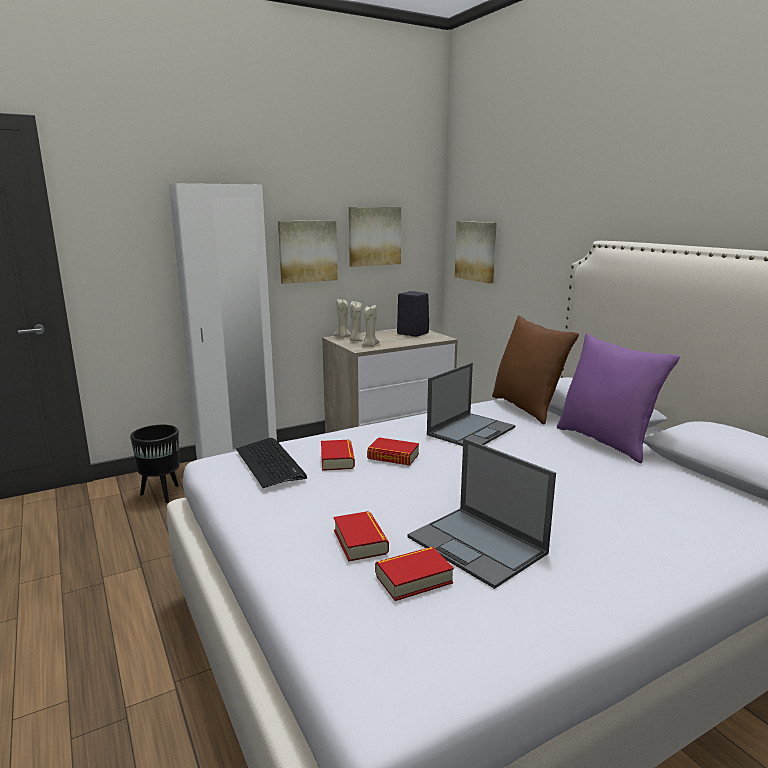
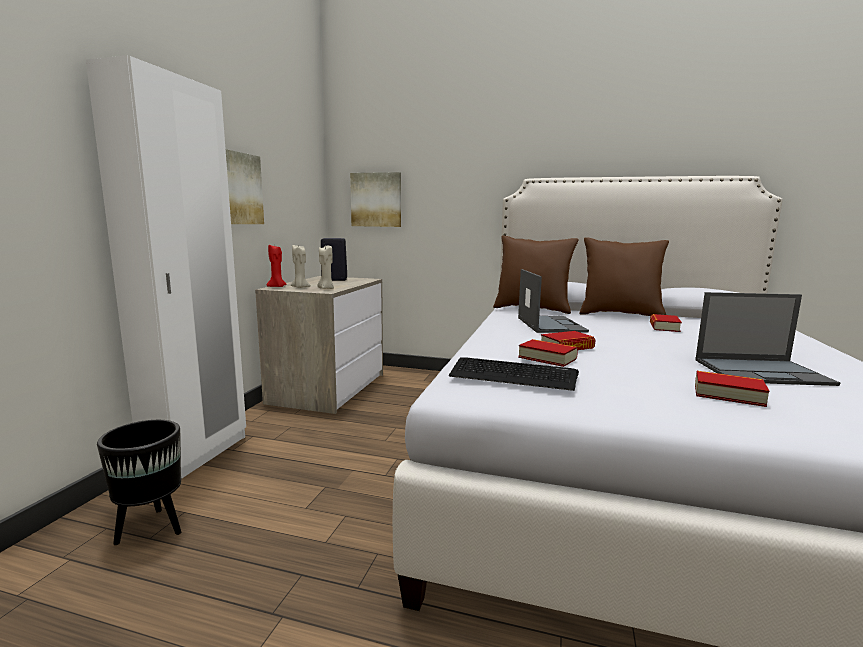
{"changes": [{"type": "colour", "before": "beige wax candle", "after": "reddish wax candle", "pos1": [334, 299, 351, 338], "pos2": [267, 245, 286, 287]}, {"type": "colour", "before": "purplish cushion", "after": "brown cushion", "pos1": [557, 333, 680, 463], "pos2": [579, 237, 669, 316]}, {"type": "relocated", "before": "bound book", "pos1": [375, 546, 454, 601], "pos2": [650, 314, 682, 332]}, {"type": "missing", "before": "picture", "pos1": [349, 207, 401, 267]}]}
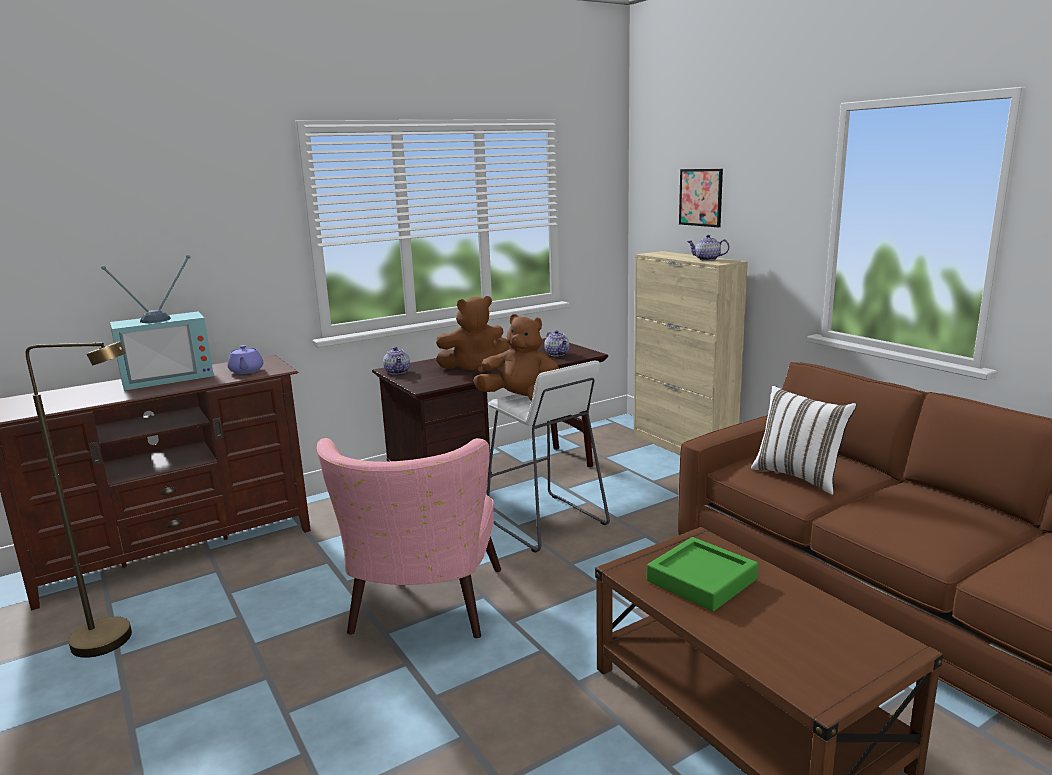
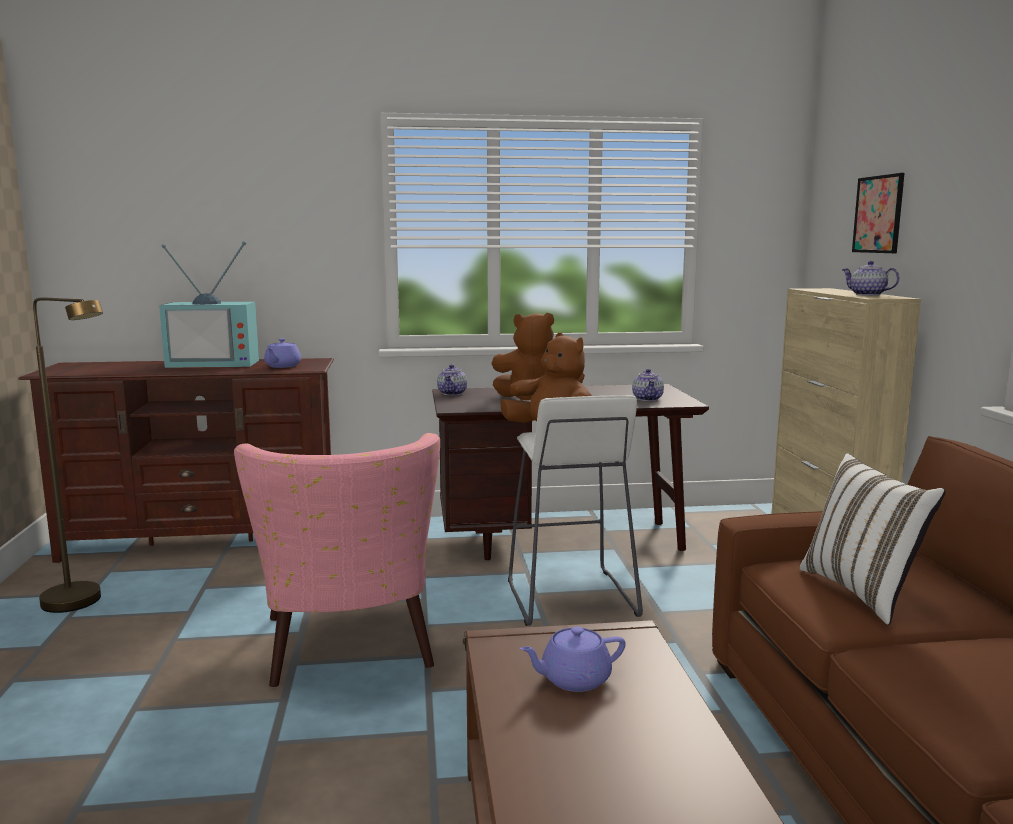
{"changes": [{"type": "spun", "before": "pinkish armchair", "pos1": [317, 438, 501, 638], "pos2": [234, 433, 440, 687], "turn": -45}, {"type": "exchanged", "before": "green carrying tray", "after": "purplish teapot", "pos1": [647, 537, 758, 611], "pos2": [520, 627, 626, 692]}]}
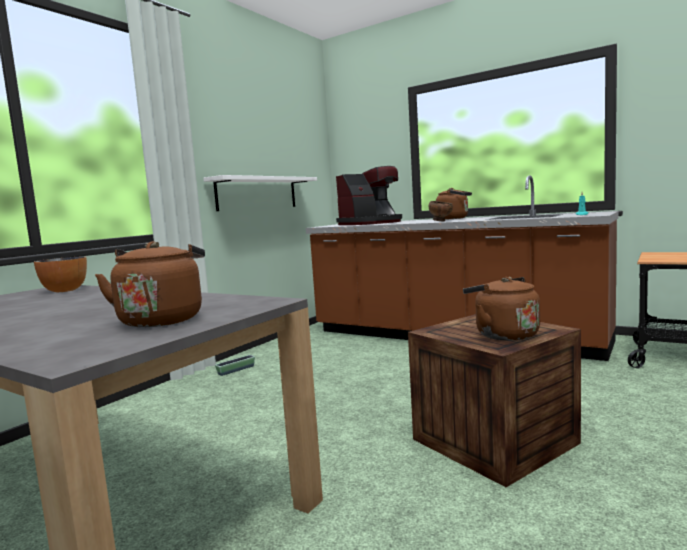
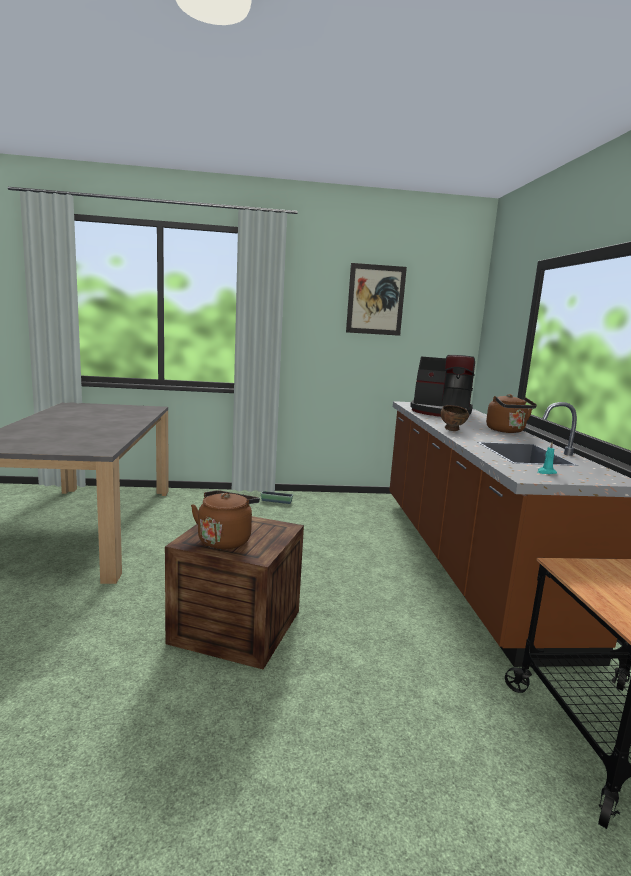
{"changes": [{"type": "appeared", "after": "picture", "pos2": [346, 263, 407, 336]}, {"type": "missing", "before": "bowl", "pos1": [34, 256, 87, 292]}, {"type": "missing", "before": "brown water kettle", "pos1": [95, 241, 205, 327]}, {"type": "missing", "before": "whitish shelf", "pos1": [203, 175, 317, 211]}]}
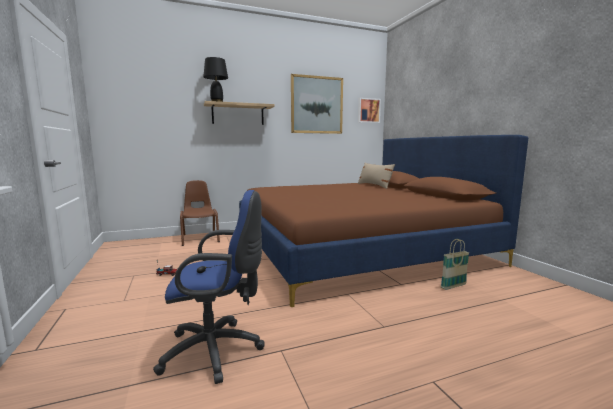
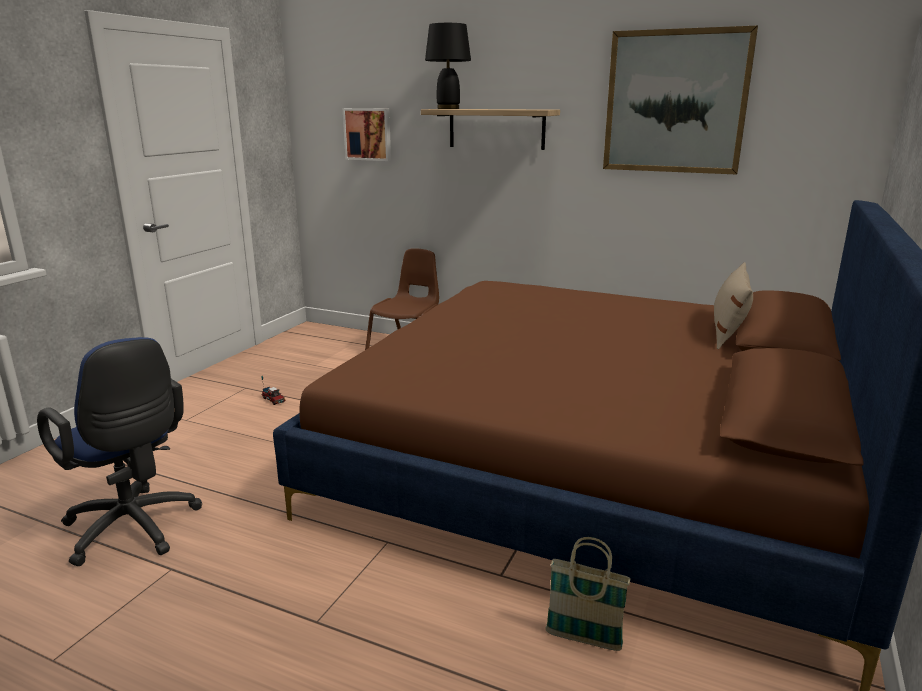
{"changes": [{"type": "relocated", "before": "picture", "pos1": [358, 98, 381, 123], "pos2": [343, 108, 391, 161]}]}
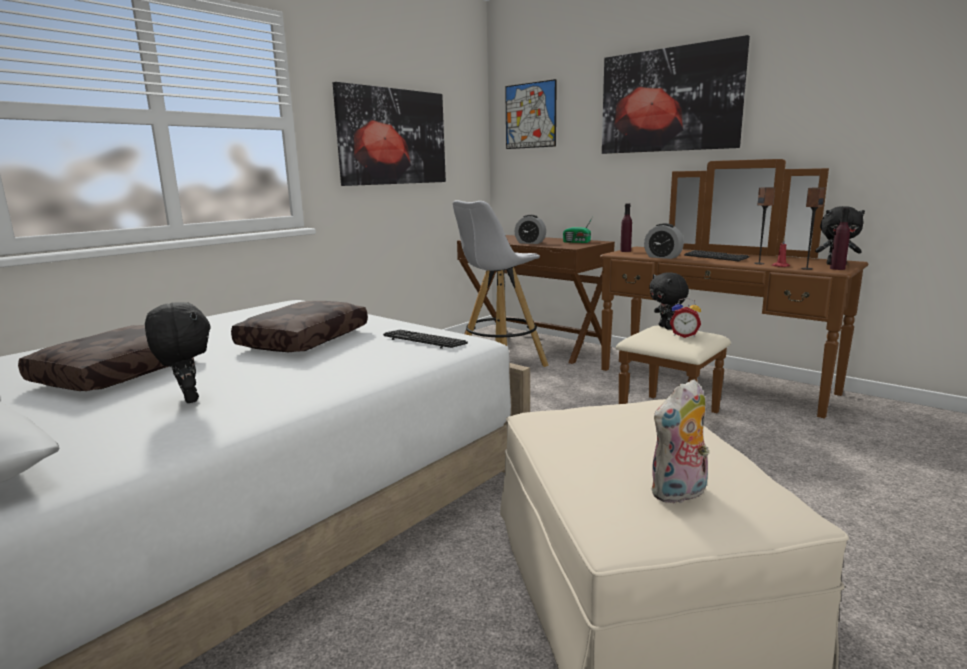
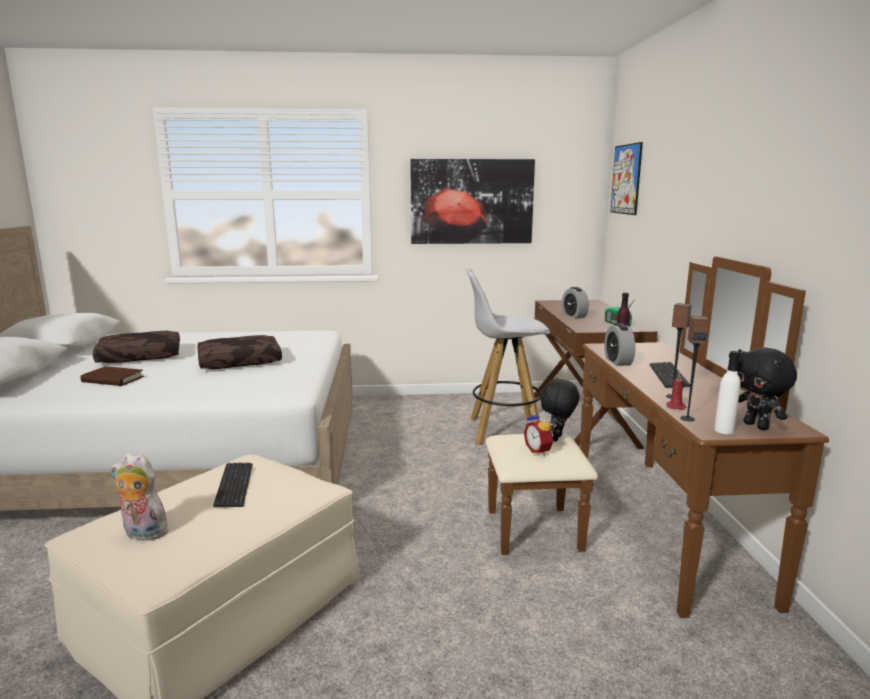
{"changes": [{"type": "exchanged", "before": "black soft toy", "after": "brown bound book", "pos1": [145, 302, 211, 403], "pos2": [81, 366, 144, 386]}, {"type": "relocated", "before": "computer keyboard", "pos1": [383, 330, 468, 349], "pos2": [213, 463, 253, 507]}, {"type": "colour", "before": "purplish bottle", "after": "whitish bottle", "pos1": [830, 208, 850, 270], "pos2": [714, 351, 741, 434]}, {"type": "missing", "before": "picture", "pos1": [602, 35, 750, 154]}]}
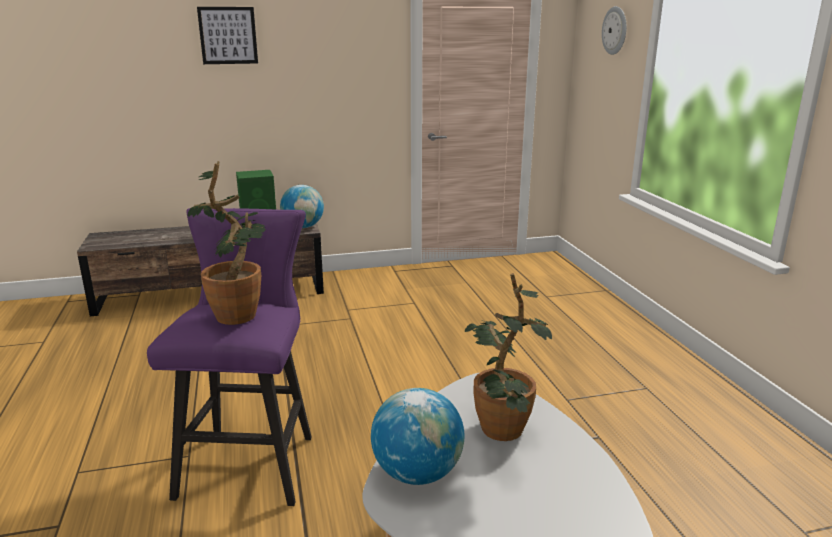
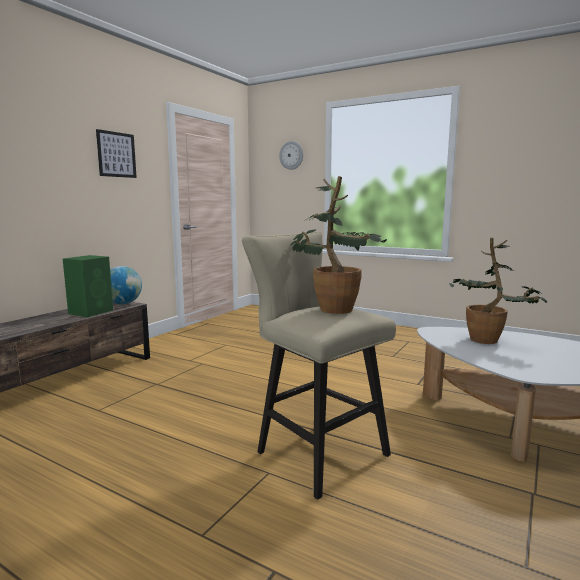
{"changes": [{"type": "relocated", "before": "picture", "pos1": [197, 7, 258, 64], "pos2": [96, 129, 137, 178]}, {"type": "colour", "before": "purplish sitting stool", "after": "beige sitting stool", "pos1": [147, 208, 311, 506], "pos2": [242, 232, 396, 500]}, {"type": "missing", "before": "desk globe", "pos1": [371, 388, 464, 485]}]}
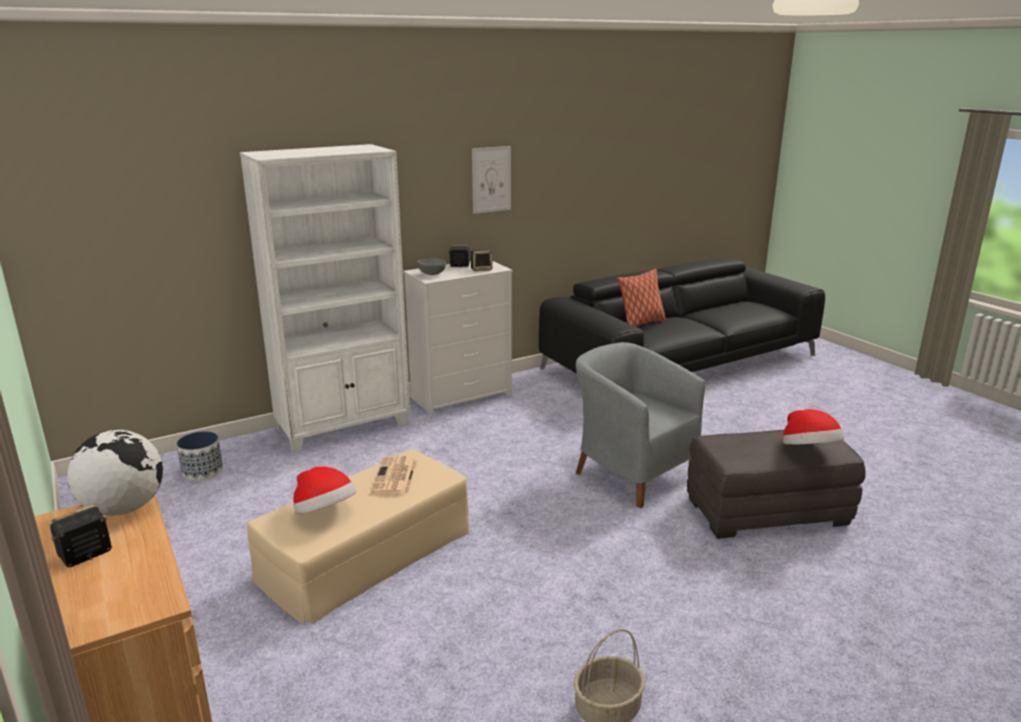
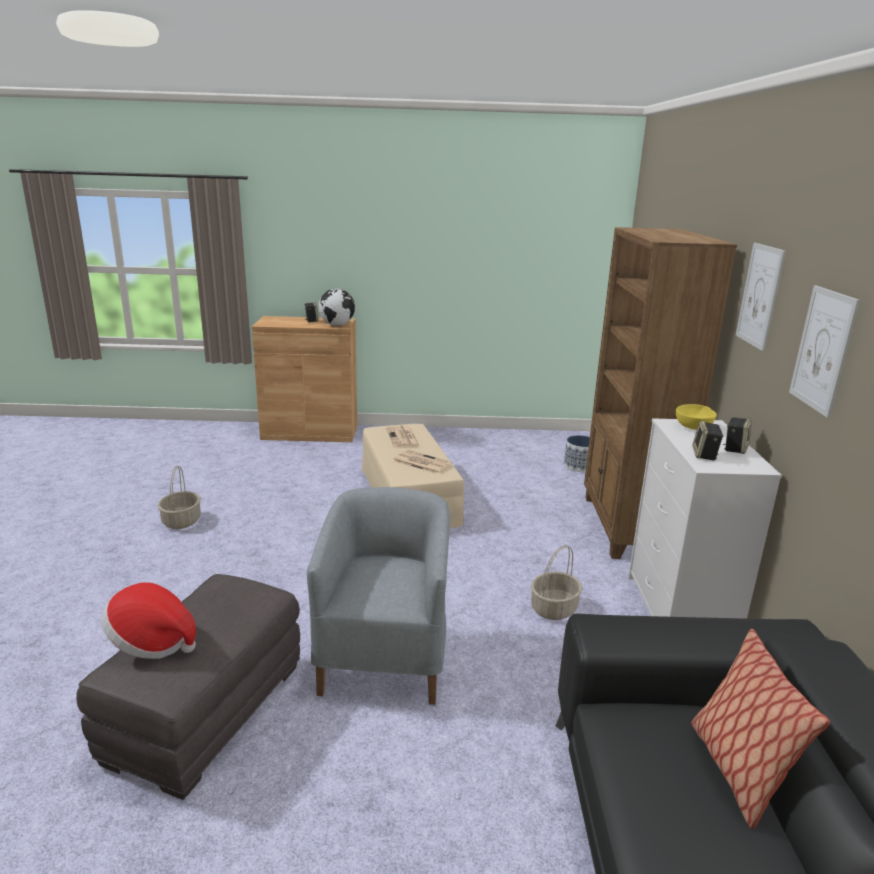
{"changes": [{"type": "spun", "before": "greyish armchair", "pos1": [576, 342, 705, 508], "pos2": [307, 487, 450, 705], "turn": -75}, {"type": "exchanged", "before": "wearable hat", "after": "printed paper", "pos1": [293, 466, 356, 514], "pos2": [386, 426, 420, 448]}, {"type": "appeared", "after": "basket", "pos2": [531, 545, 582, 620]}, {"type": "colour", "before": "whitish bookcase", "after": "brown bookcase", "pos1": [240, 144, 410, 453], "pos2": [584, 227, 737, 559]}, {"type": "colour", "before": "greyish bowl", "after": "yellow bowl", "pos1": [417, 258, 446, 275], "pos2": [676, 404, 717, 430]}, {"type": "appeared", "after": "picture", "pos2": [736, 243, 786, 351]}]}
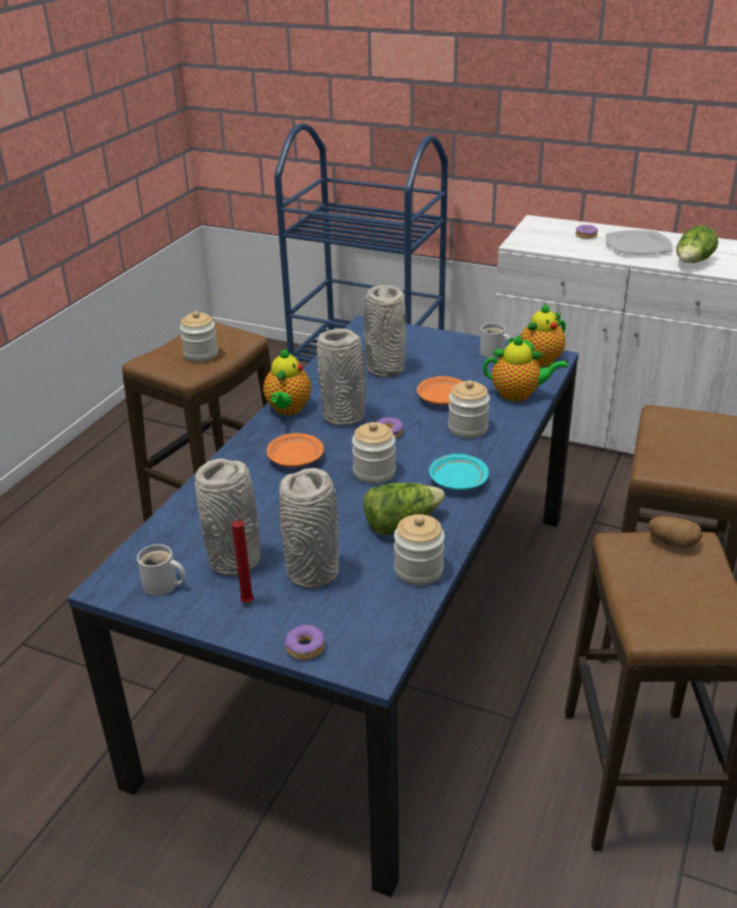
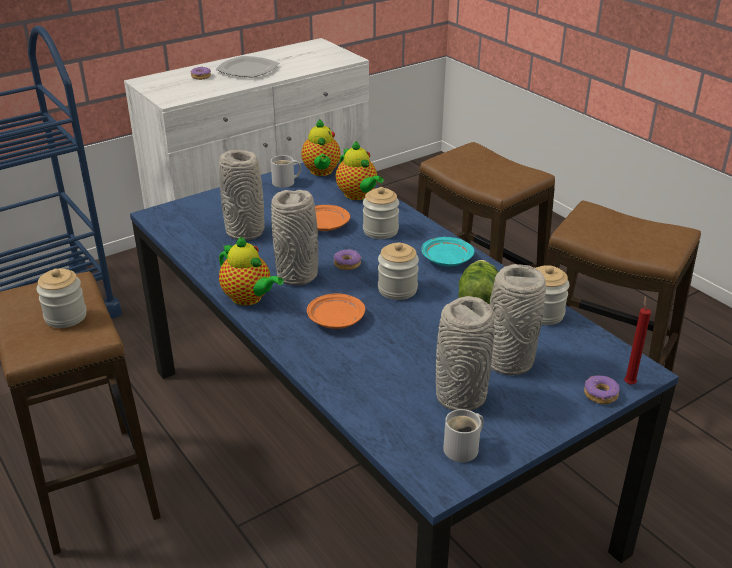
{"changes": [{"type": "spun", "before": "teapot", "pos1": [483, 335, 568, 402], "pos2": [336, 141, 384, 200], "turn": 105}, {"type": "relocated", "before": "reddish wax candle", "pos1": [232, 510, 254, 603], "pos2": [624, 296, 651, 385]}, {"type": "missing", "before": "spud", "pos1": [648, 516, 703, 548]}, {"type": "missing", "before": "lettuce head", "pos1": [676, 225, 718, 263]}]}
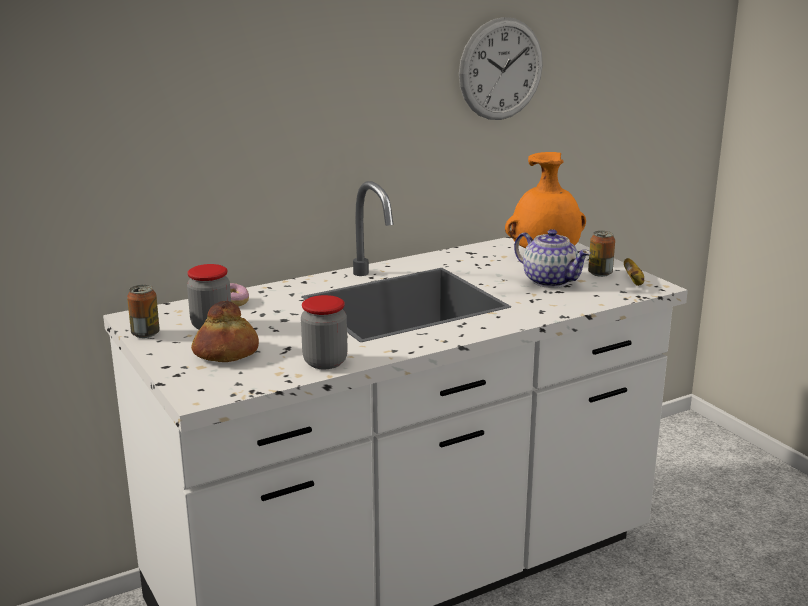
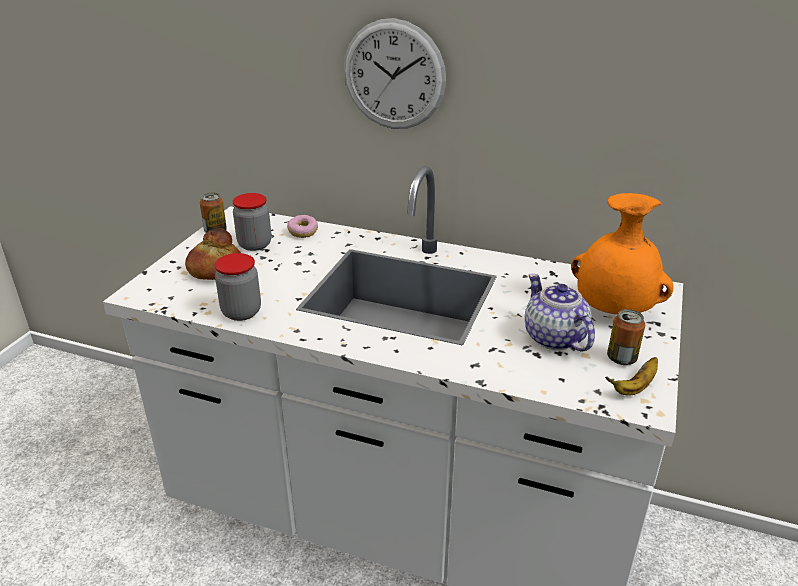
{"changes": [{"type": "relocated", "before": "hanging clock", "pos1": [459, 17, 543, 120], "pos2": [344, 18, 446, 129]}, {"type": "spun", "before": "teapot", "pos1": [514, 229, 591, 288], "pos2": [525, 274, 595, 351], "turn": 150}]}
